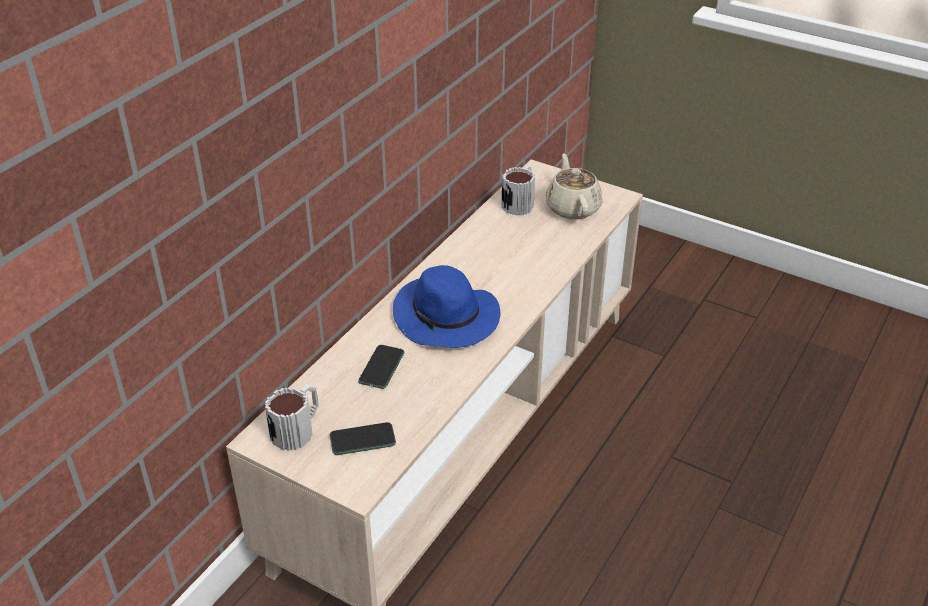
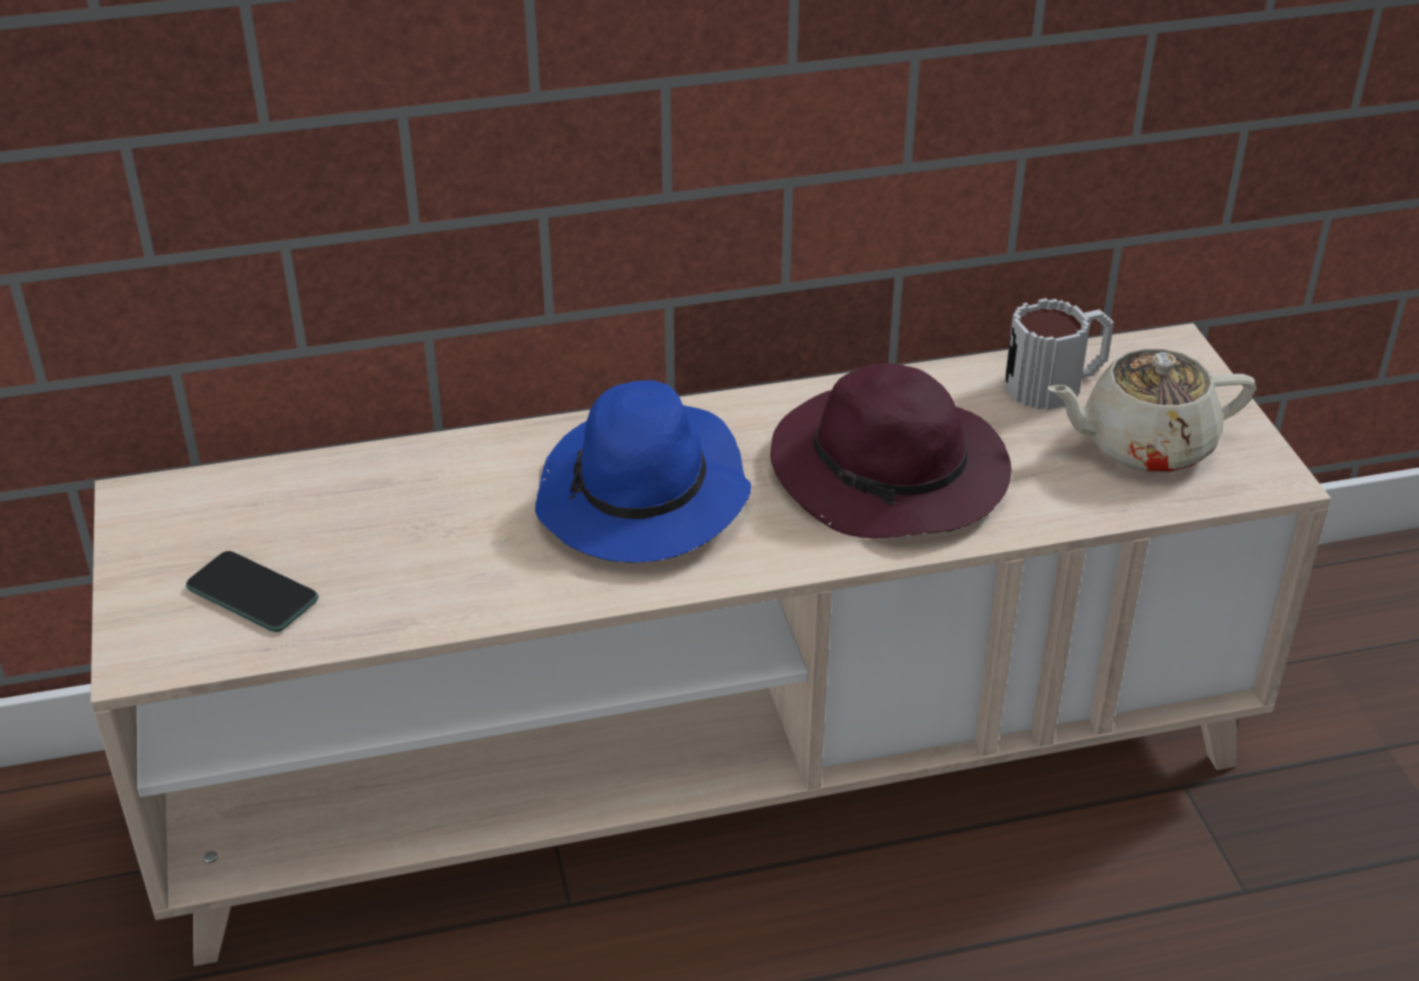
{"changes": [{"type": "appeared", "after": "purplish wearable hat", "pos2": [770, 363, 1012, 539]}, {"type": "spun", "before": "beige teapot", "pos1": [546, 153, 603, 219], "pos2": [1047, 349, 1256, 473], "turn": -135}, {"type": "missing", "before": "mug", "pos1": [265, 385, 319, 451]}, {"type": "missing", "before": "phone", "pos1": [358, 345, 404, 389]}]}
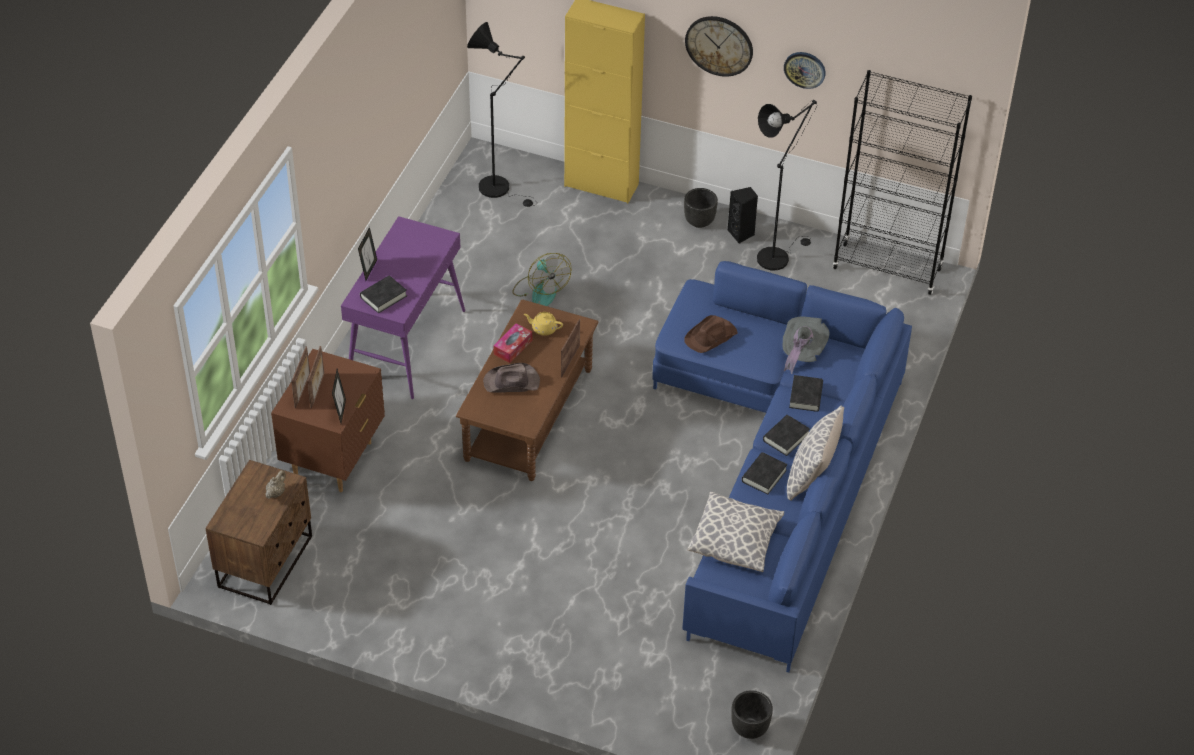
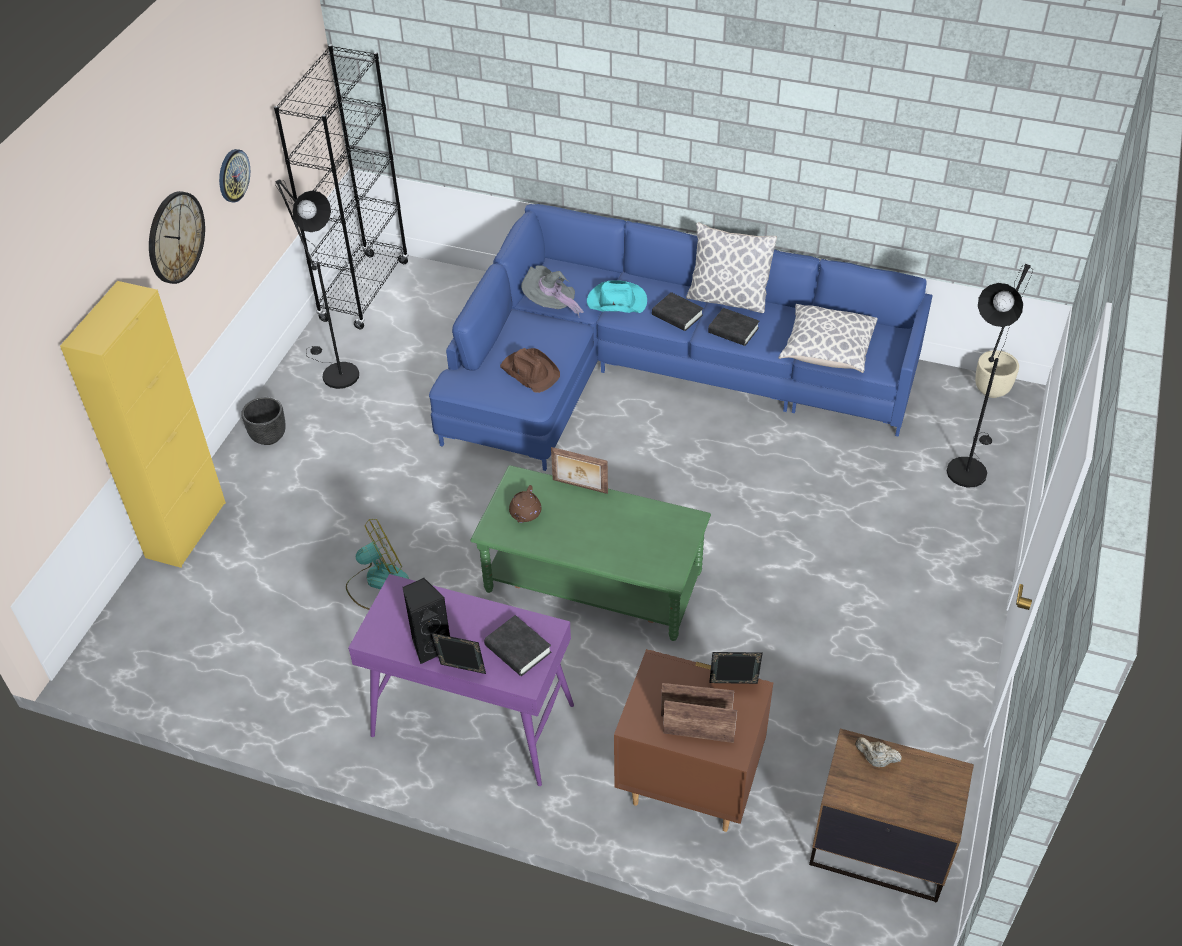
{"changes": [{"type": "relocated", "before": "black speaker", "pos1": [727, 187, 758, 244], "pos2": [402, 578, 450, 664]}, {"type": "colour", "before": "brown lounge table", "after": "green lounge table", "pos1": [456, 300, 598, 481], "pos2": [471, 465, 711, 641]}, {"type": "colour", "before": "yellow teapot", "after": "brown teapot", "pos1": [524, 312, 563, 336], "pos2": [509, 485, 541, 523]}, {"type": "exchanged", "before": "black bound book", "after": "turquoise wearable hat", "pos1": [789, 375, 823, 412], "pos2": [587, 280, 647, 313]}, {"type": "relocated", "before": "black standard lamp", "pos1": [467, 22, 535, 207], "pos2": [947, 264, 1033, 487]}, {"type": "colour", "before": "black flower pot", "after": "beige flower pot", "pos1": [731, 690, 773, 739], "pos2": [975, 350, 1019, 398]}, {"type": "missing", "before": "brown wearable hat", "pos1": [483, 363, 540, 393]}, {"type": "missing", "before": "box of tissues", "pos1": [493, 323, 532, 363]}]}
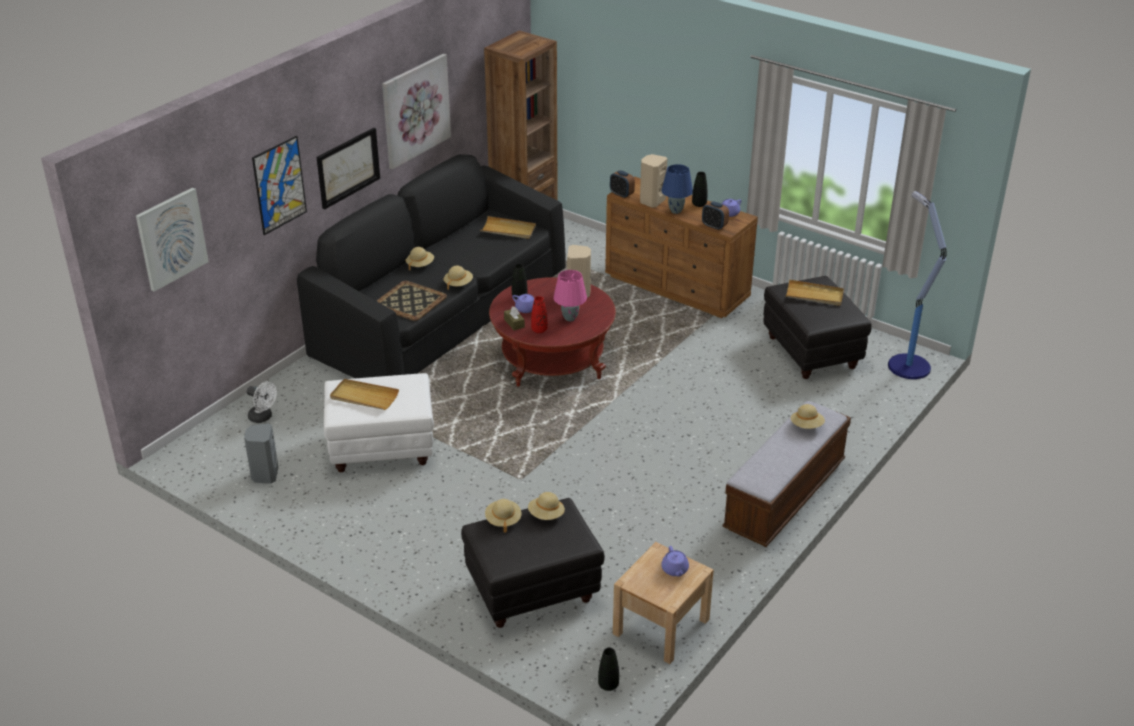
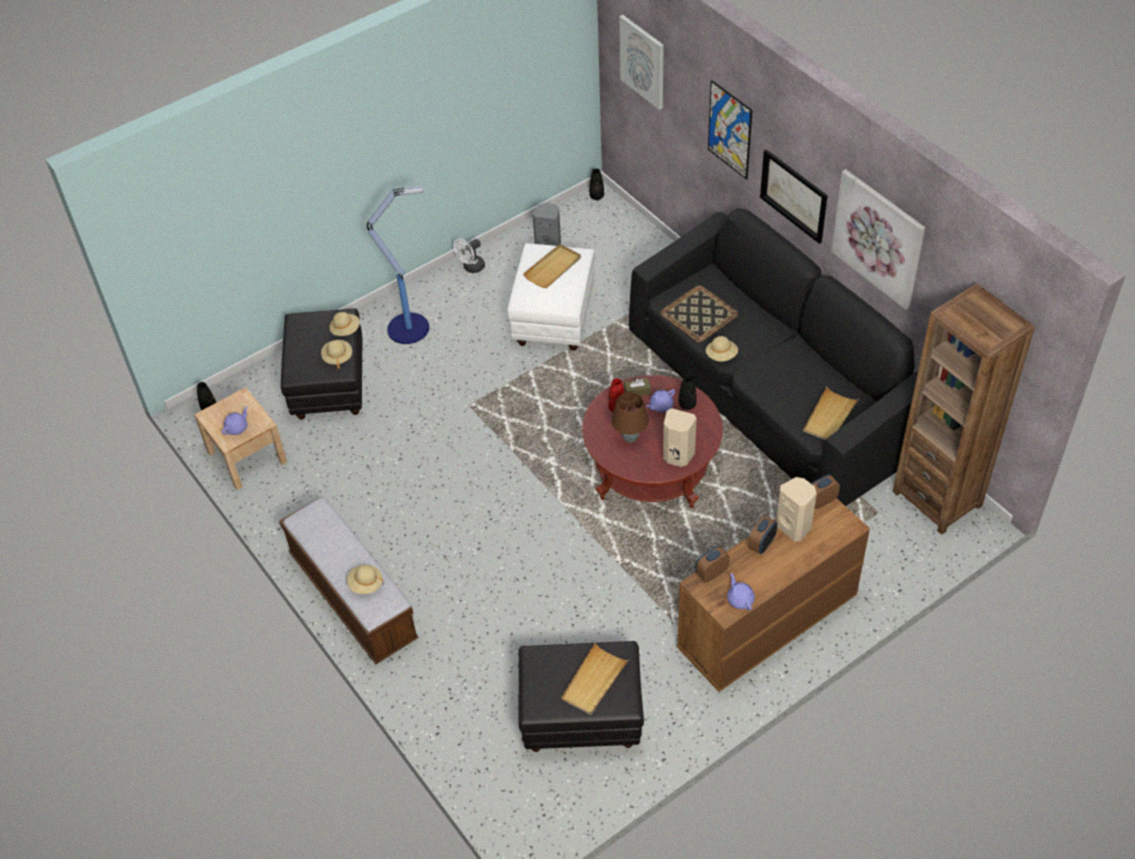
{"changes": [{"type": "spun", "before": "purplish teapot", "pos1": [661, 546, 689, 577], "pos2": [222, 406, 248, 435], "turn": 120}, {"type": "relocated", "before": "standard lamp", "pos1": [888, 191, 947, 379], "pos2": [367, 186, 429, 344]}, {"type": "relocated", "before": "whitish cooling fan", "pos1": [247, 381, 277, 423], "pos2": [454, 238, 485, 273]}, {"type": "relocated", "before": "black flower vase", "pos1": [692, 172, 707, 207], "pos2": [589, 168, 604, 200]}, {"type": "colour", "before": "pinkish tabletop lamp", "after": "brown tabletop lamp", "pos1": [553, 270, 587, 321], "pos2": [612, 392, 649, 443]}, {"type": "exchanged", "before": "blue-coloured tabletop lamp", "after": "alarm clock", "pos1": [661, 164, 693, 214], "pos2": [748, 516, 778, 554]}, {"type": "missing", "before": "beige wearable hat", "pos1": [405, 247, 434, 270]}]}
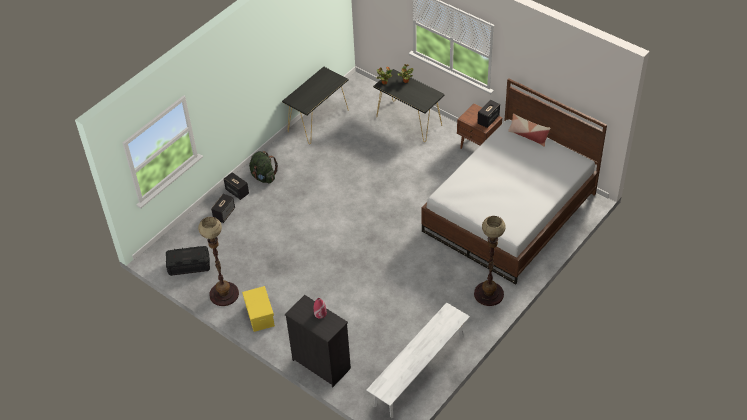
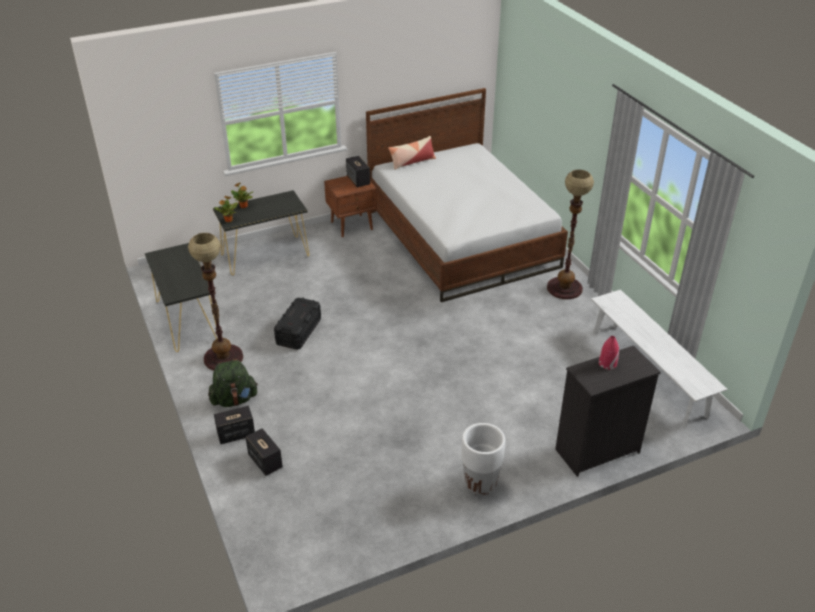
{"changes": [{"type": "relocated", "before": "standard lamp", "pos1": [198, 217, 239, 306], "pos2": [188, 233, 243, 371]}, {"type": "relocated", "before": "black storage container", "pos1": [166, 246, 210, 276], "pos2": [274, 298, 321, 350]}, {"type": "exchanged", "before": "yellow storage container", "after": "whitish flower pot", "pos1": [242, 286, 275, 332], "pos2": [461, 423, 506, 495]}]}
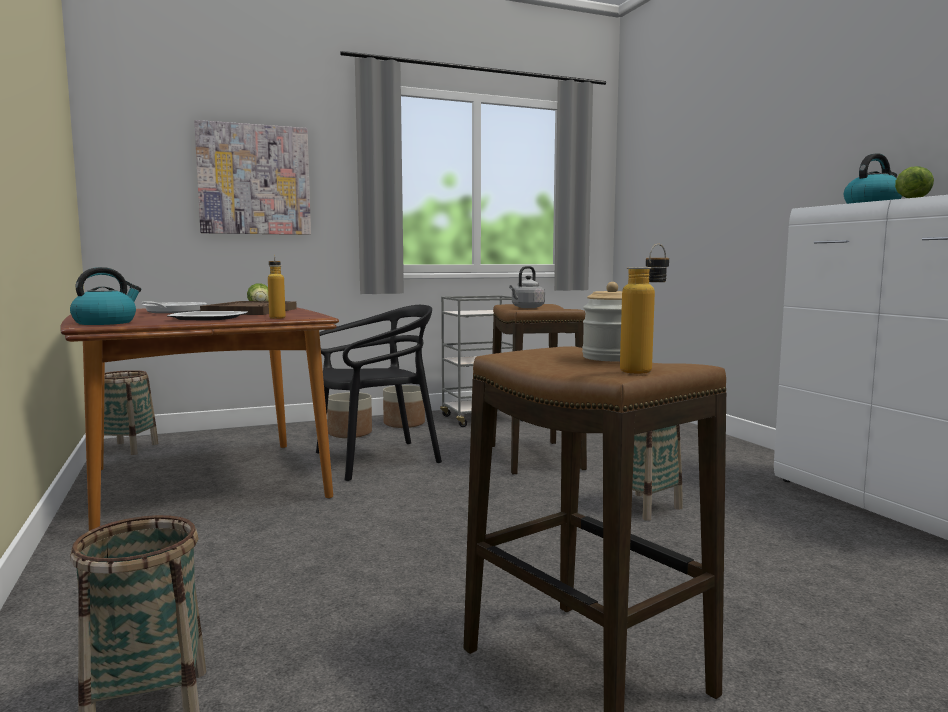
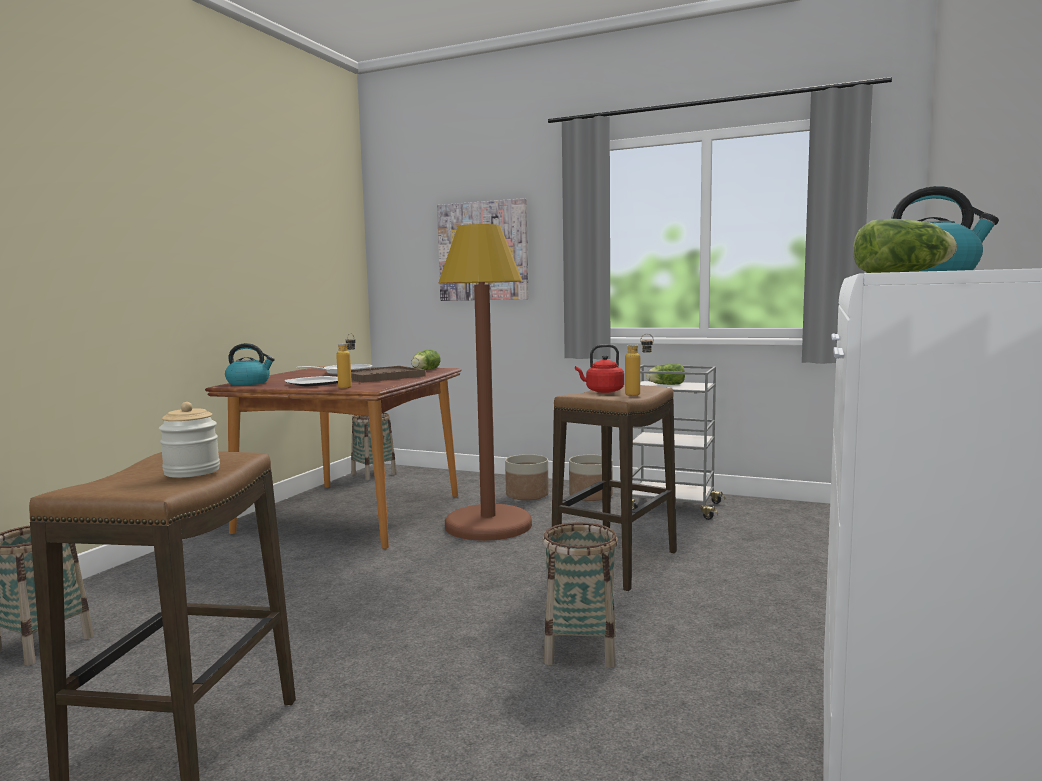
{"changes": [{"type": "exchanged", "before": "black upright chair", "after": "brown standard lamp", "pos1": [316, 305, 442, 481], "pos2": [439, 224, 532, 541]}, {"type": "colour", "before": "greyish water kettle", "after": "reddish water kettle", "pos1": [509, 266, 545, 308], "pos2": [575, 344, 624, 393]}, {"type": "relocated", "before": "bottle", "pos1": [620, 244, 669, 374], "pos2": [625, 334, 654, 396]}, {"type": "appeared", "after": "lettuce head", "pos2": [646, 364, 685, 385]}]}
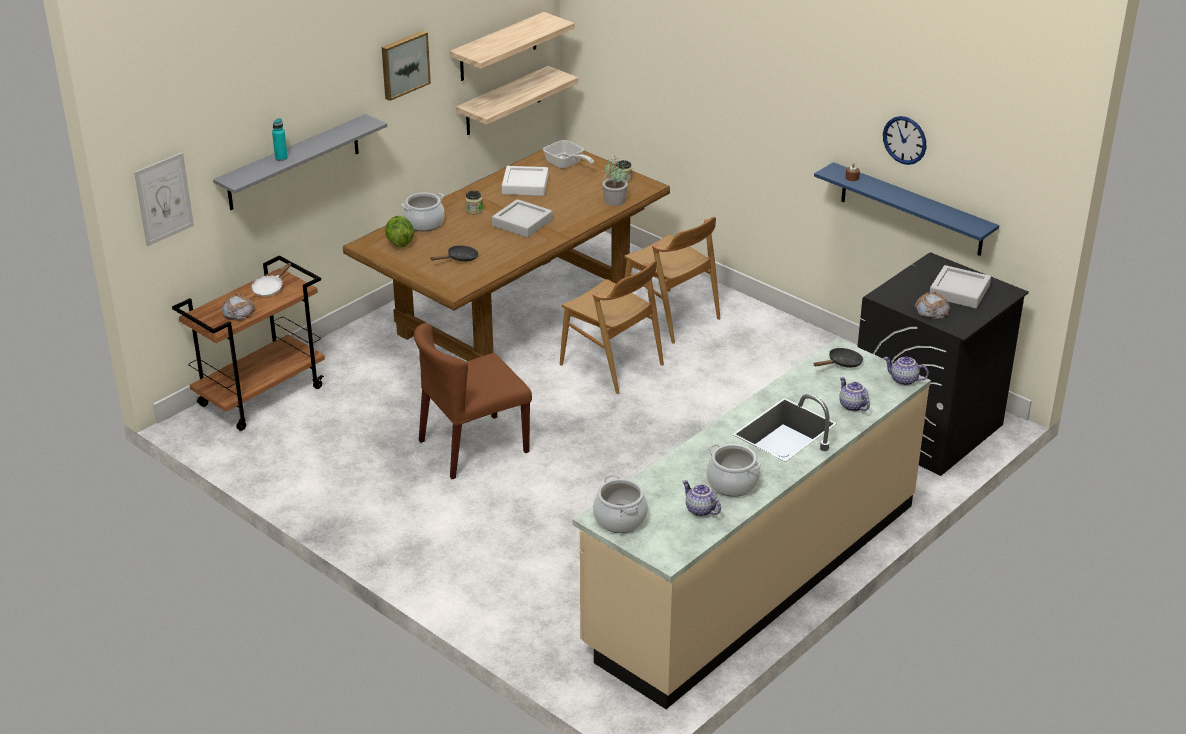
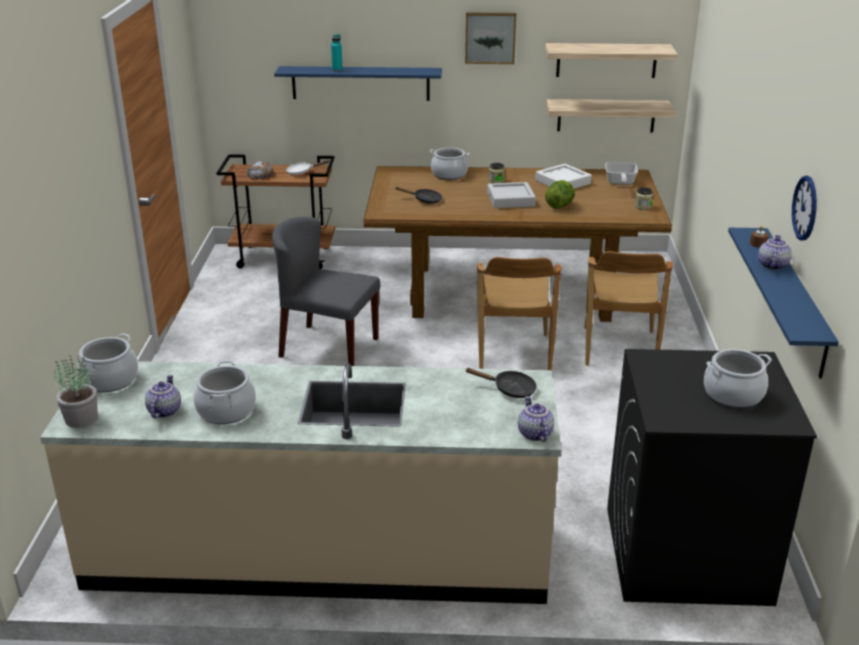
{"changes": [{"type": "relocated", "before": "houseplant", "pos1": [602, 157, 628, 206], "pos2": [54, 355, 98, 428]}, {"type": "colour", "before": "brown upright chair", "after": "greyish upright chair", "pos1": [414, 323, 532, 479], "pos2": [272, 217, 380, 366]}, {"type": "colour", "before": "greyish shelf", "after": "blue-coloured shelf", "pos1": [213, 114, 387, 210], "pos2": [274, 66, 442, 101]}, {"type": "relocated", "before": "lettuce head", "pos1": [385, 216, 414, 247], "pos2": [545, 180, 575, 209]}, {"type": "exchanged", "before": "greyish carrying tray", "after": "cooking pot", "pos1": [930, 265, 991, 308], "pos2": [704, 349, 772, 408]}, {"type": "relocated", "before": "teapot", "pos1": [839, 377, 870, 411], "pos2": [758, 235, 792, 270]}, {"type": "missing", "before": "picture", "pos1": [134, 153, 194, 246]}, {"type": "missing", "before": "bakery bread", "pos1": [915, 292, 950, 320]}]}
